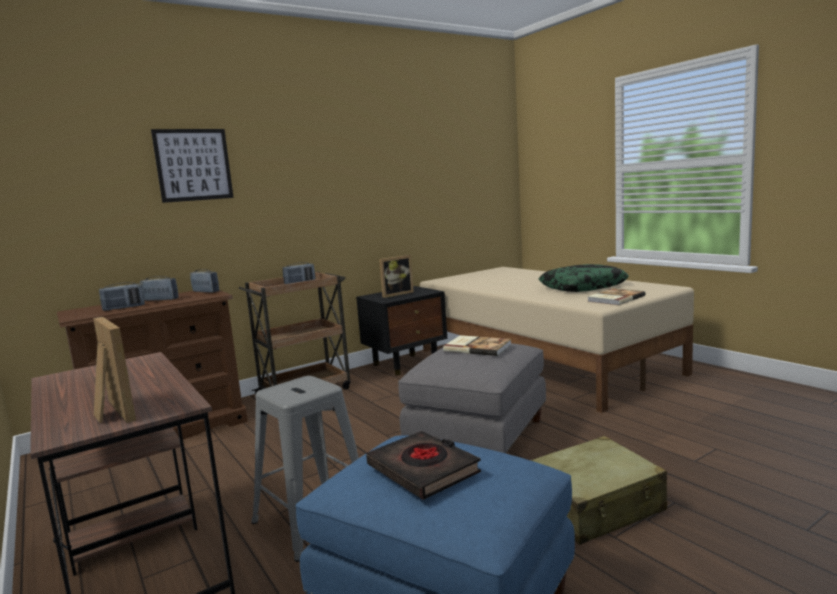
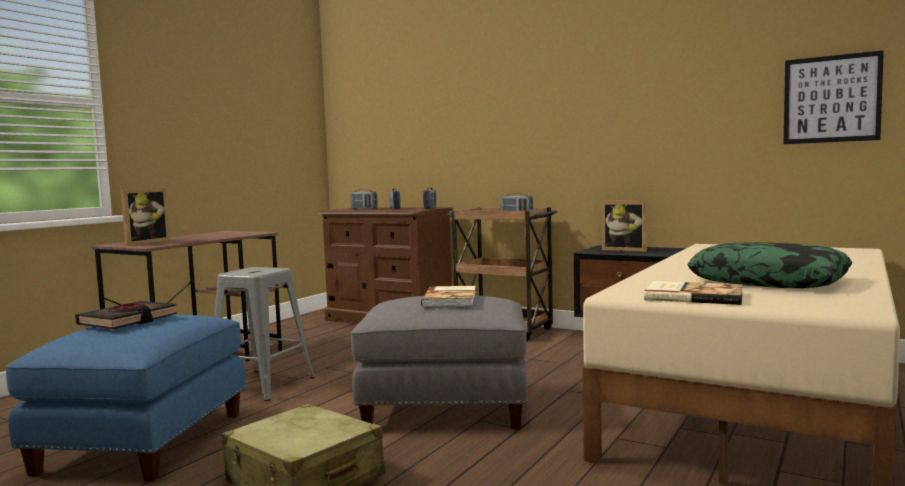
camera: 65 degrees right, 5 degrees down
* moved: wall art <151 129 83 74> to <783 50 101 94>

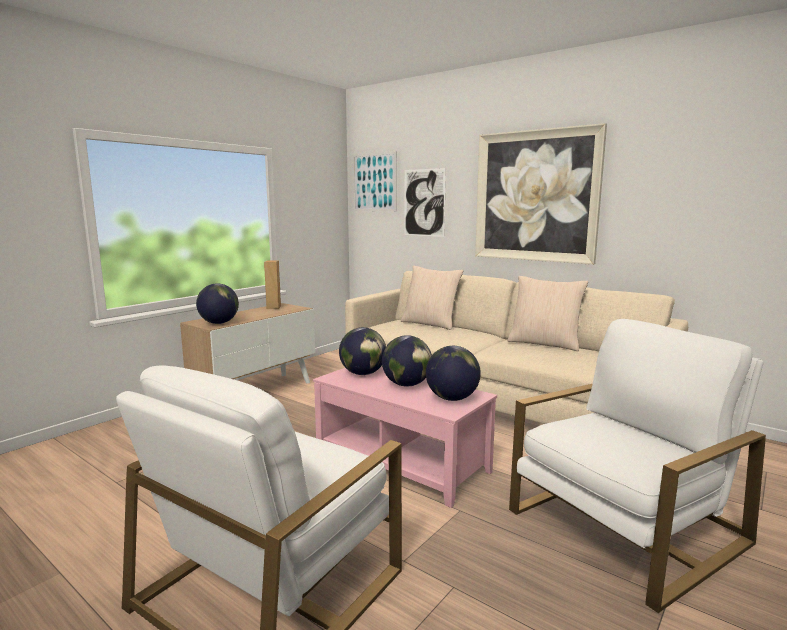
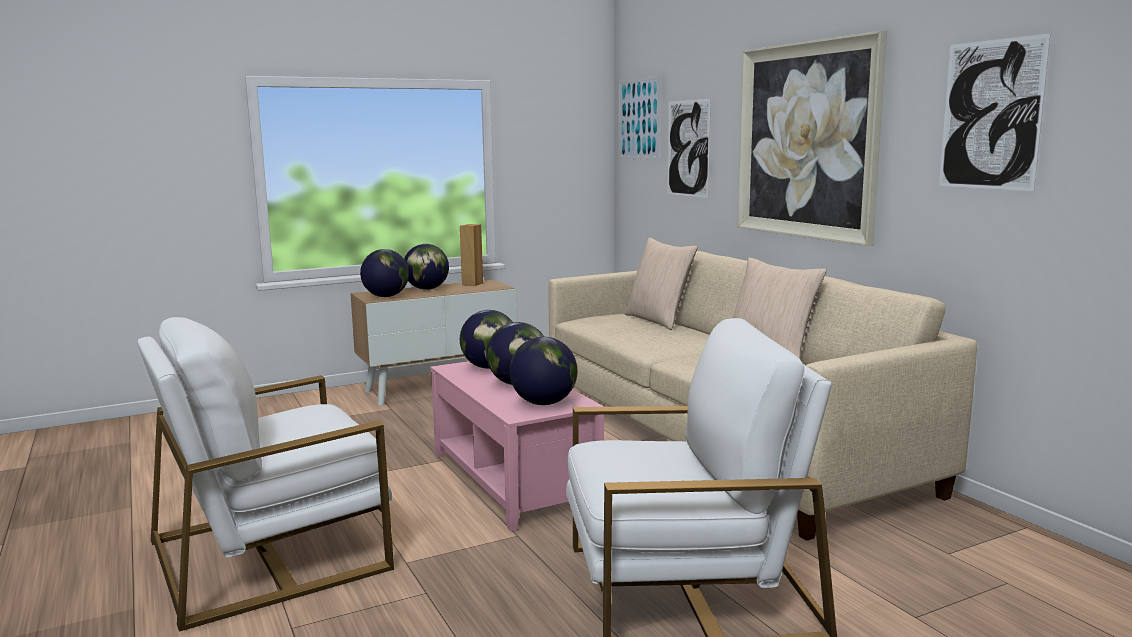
camera: 25 degrees right, 0 degrees up
* added: desk globe <404 244 45 46>
* added: wall art <939 33 112 158>

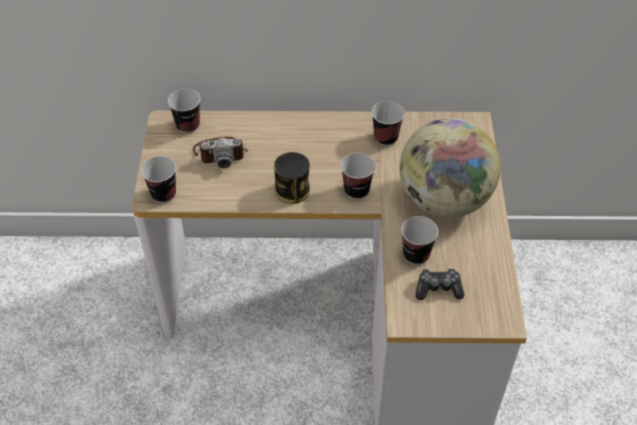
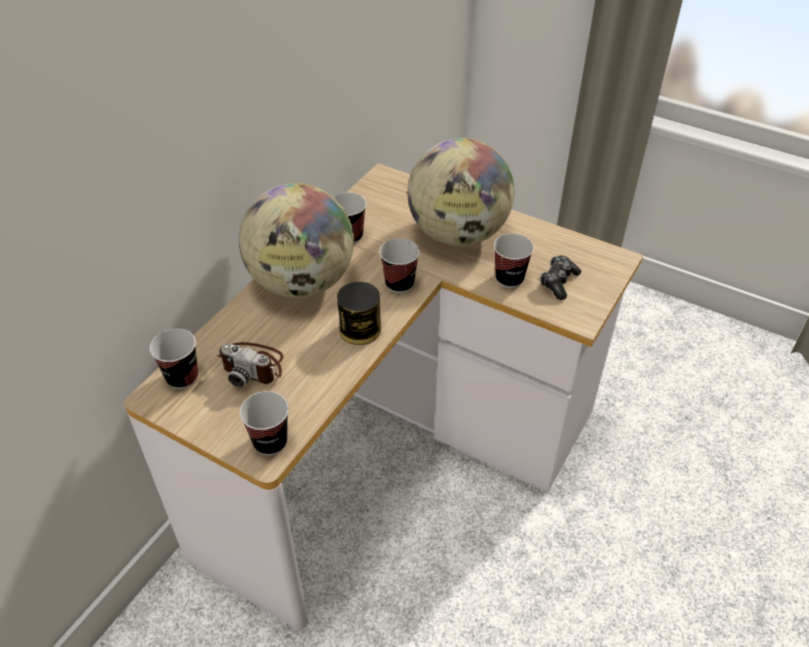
camera: 60 degrees left, 5 degrees down
* added: desk globe <239 183 115 115>
* turned: still camera <193 137 55 31> = <218 342 65 45> 90 degrees clockwise

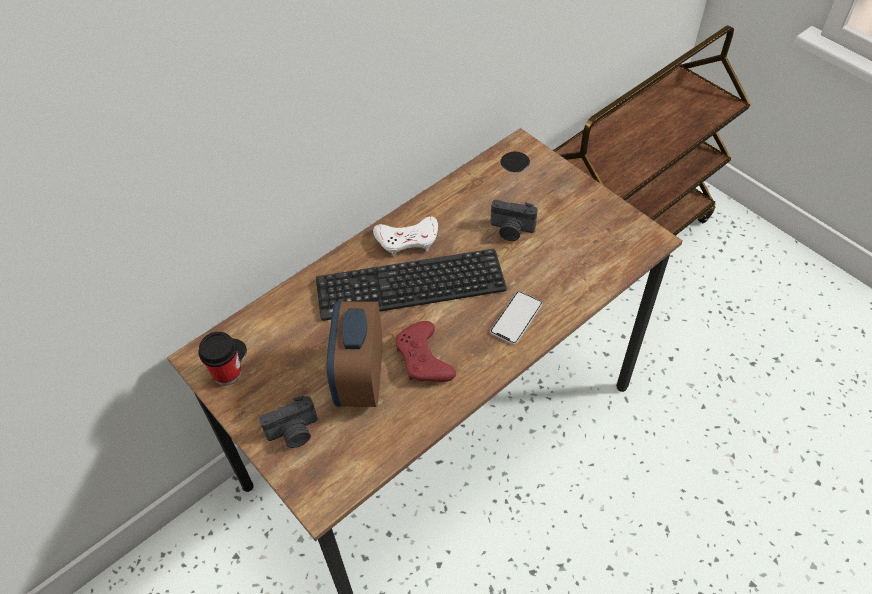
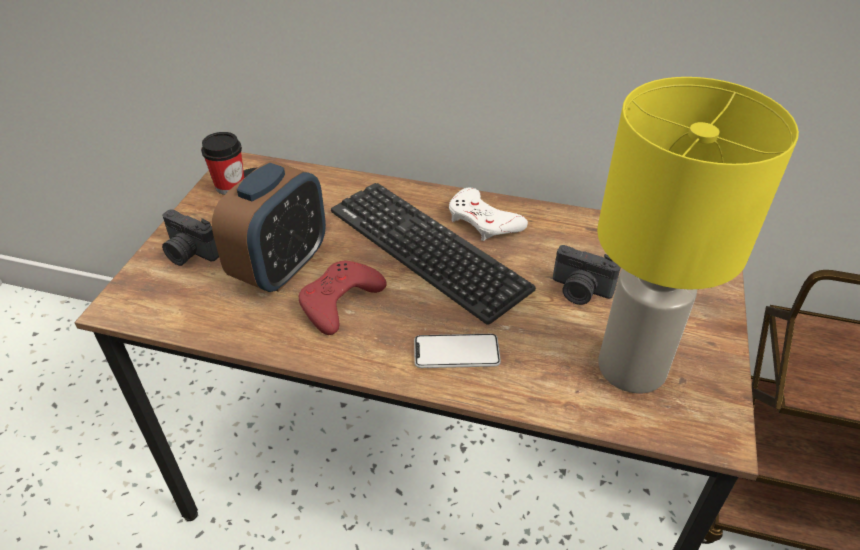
camera: 55 degrees right, 10 degrees down
* added: lamp for a table in yellow <597 77 202 317>
* turned: bedside clock <327 301 55 106> = <212 161 114 131> 150 degrees clockwise
* turned: still camera <490 200 48 41> = <553 245 68 60> 45 degrees counterclockwise

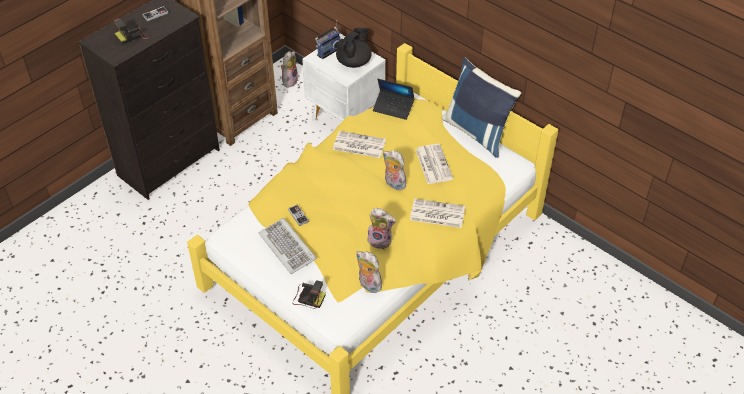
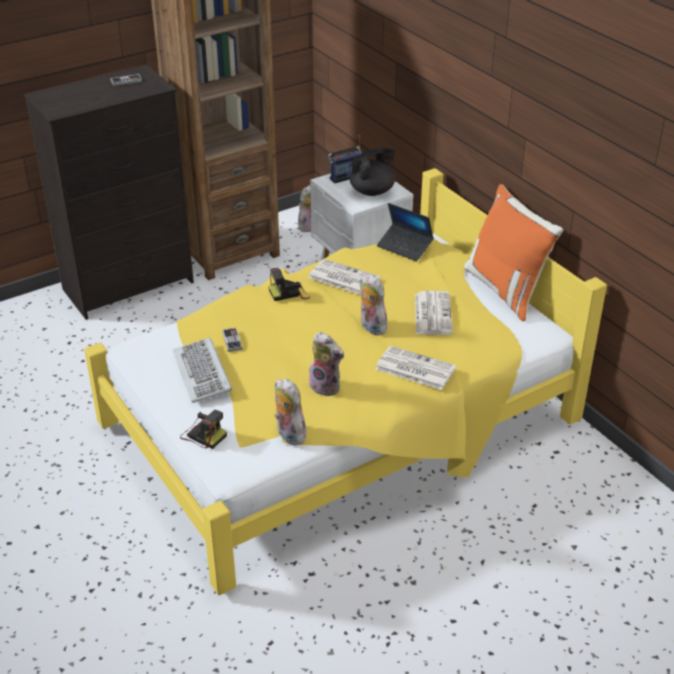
camera: 15 degrees right, 10 degrees down
* moved: still camera <114 18 35 26> to <268 268 42 33>
* recoloured: throw pillow in bluish <441 58 80 100> to throw pillow in orange-coloured <464 184 99 137>

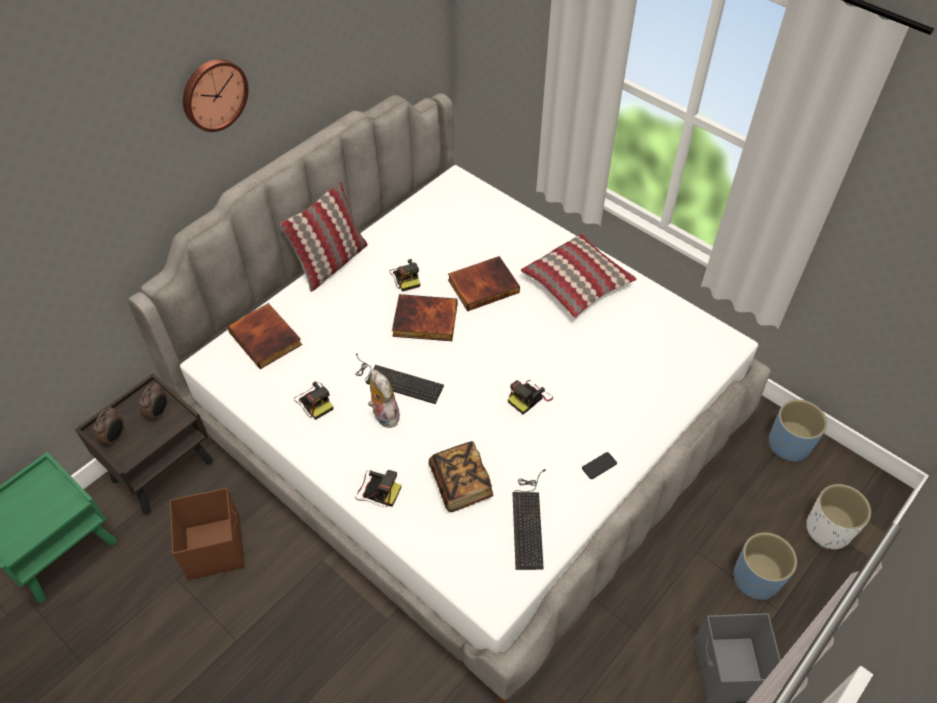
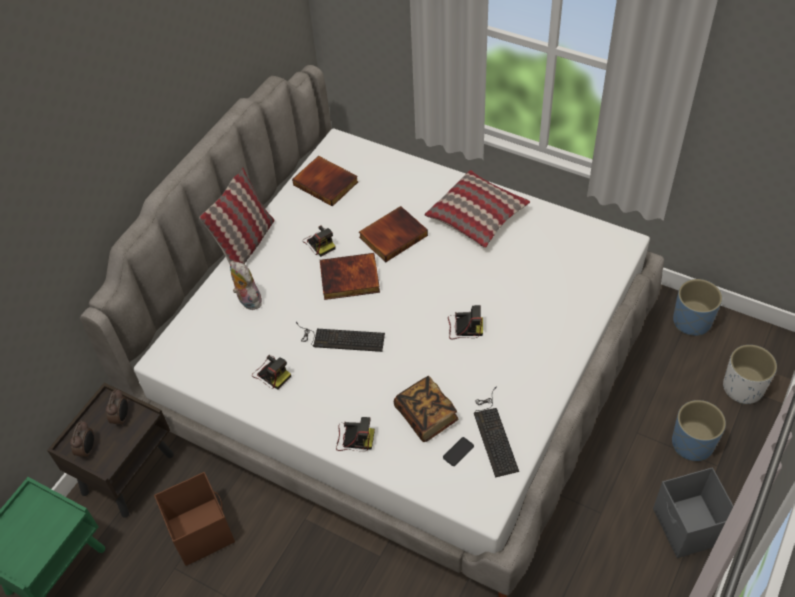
camera: 10 degrees left, 0 degrees up
* removed: clock on the wall <183 59 66 73>
* moved: book <227 303 75 66> to <292 156 66 51>
* moved: plush toy <368 369 32 59> to <230 261 32 49>
* moved: phone <582 452 35 27> to <443 437 31 29>
* turned: still camera <508 380 45 34> = <448 305 35 35> 120 degrees counterclockwise

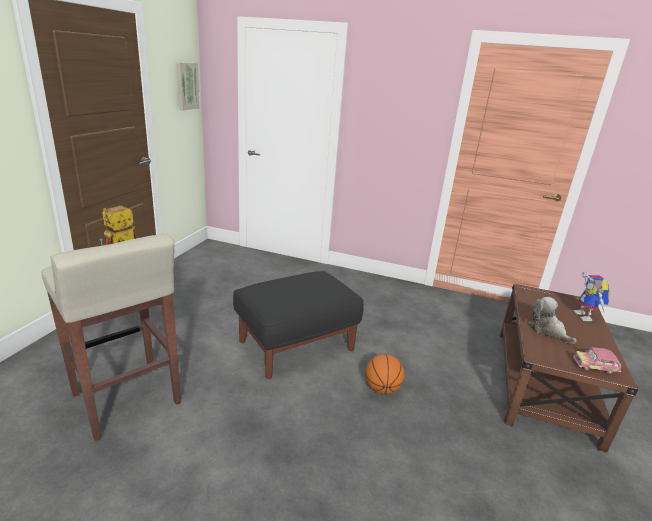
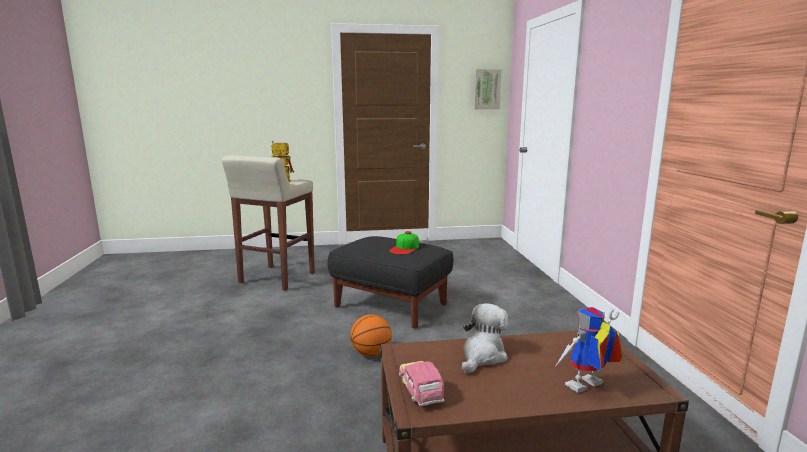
camera: 65 degrees right, 10 degrees down
* added: baseball cap <389 231 30 23>

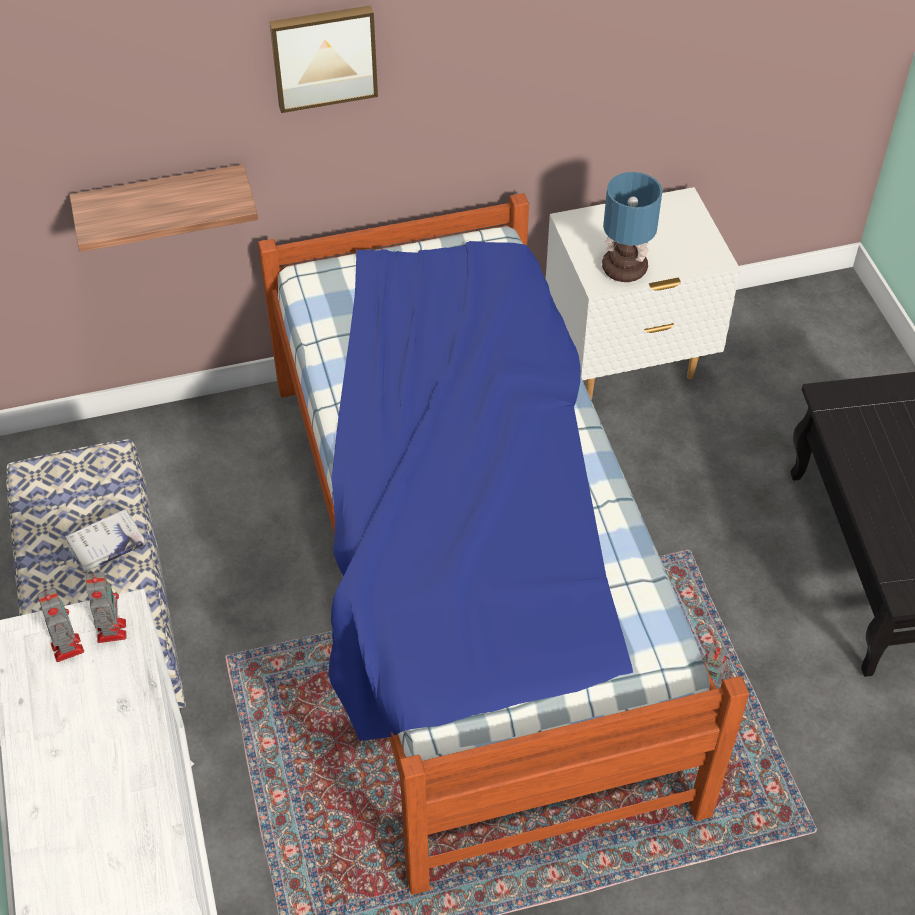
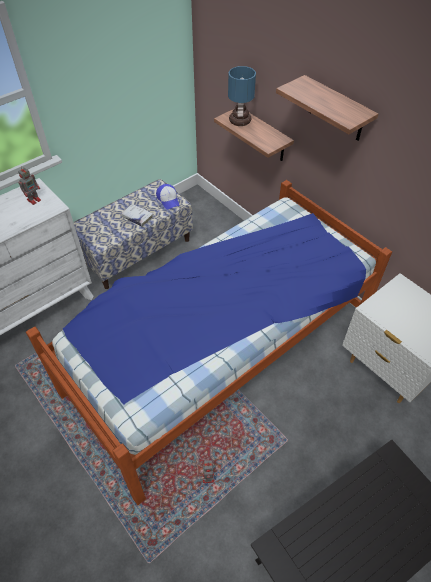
camera: 65 degrees right, 0 degrees up
* removed: toy robot <86 572 40 71>
* added: baseball cap <156 184 23 25>
* moved: lamp for a table <602 172 61 110> to <228 66 28 60>
* replaced: wall art <269 5 109 108> to bracket shelf <276 75 102 66>

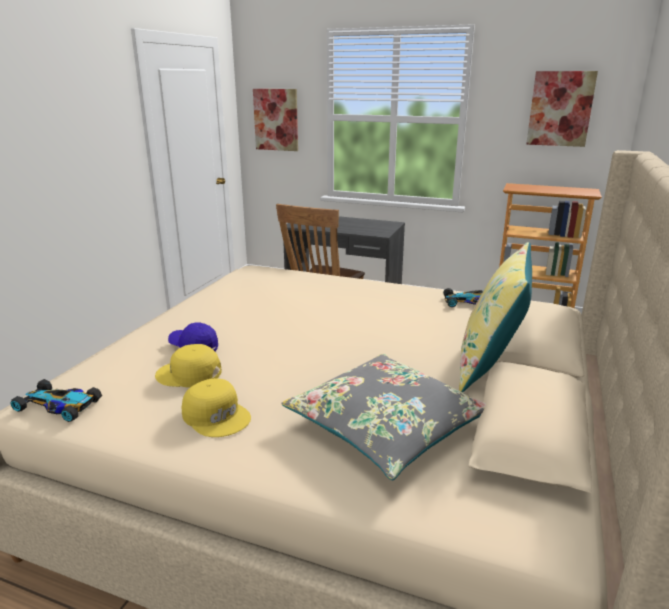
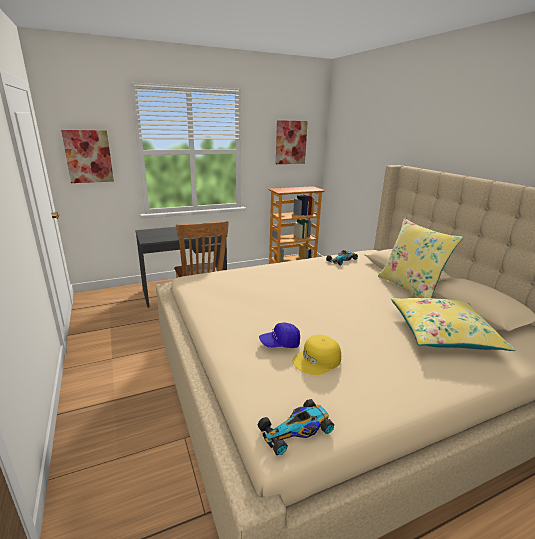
camera: 45 degrees left, 0 degrees up
* removed: baseball cap in yellow <182 378 69 59>
* recoloured: throw pillow in grey <281 354 205 126> to throw pillow in yellow <391 298 124 53>

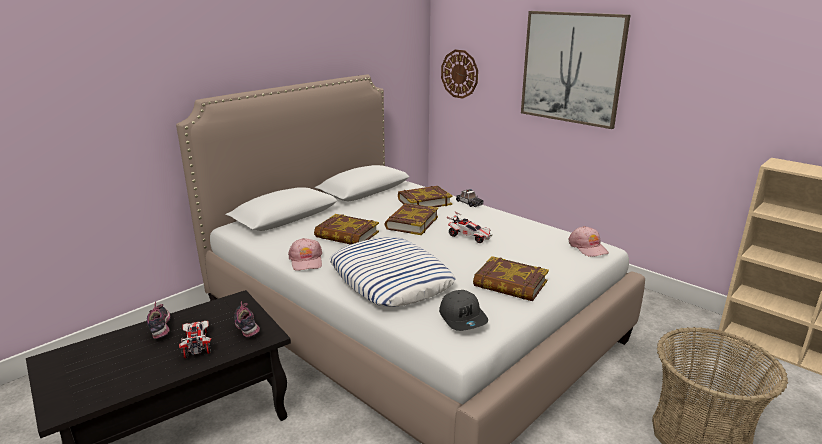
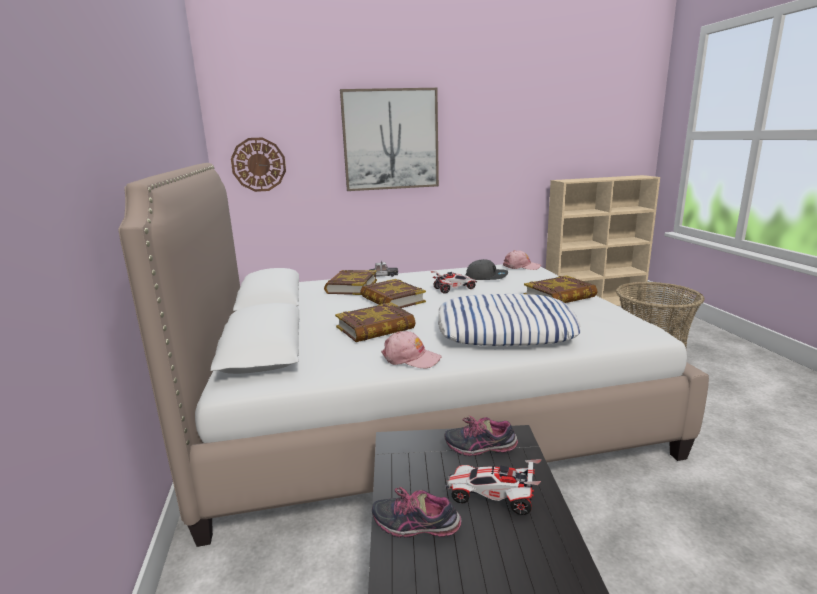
camera: 55 degrees left, 5 degrees down
* moved: baseball cap in grey <439 290 49 41> to <466 259 42 21>

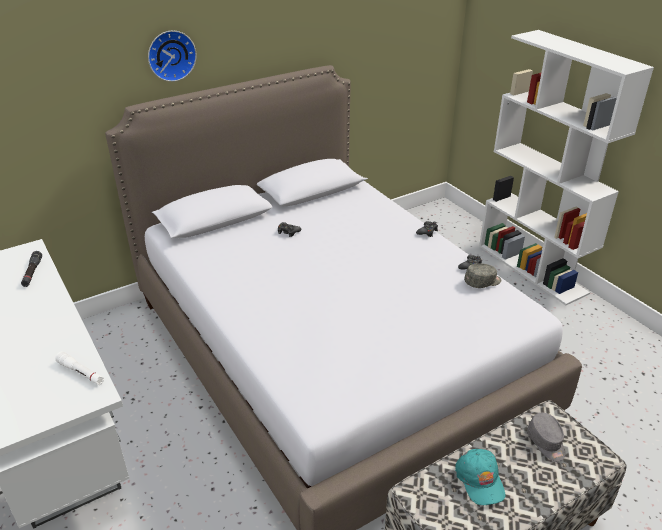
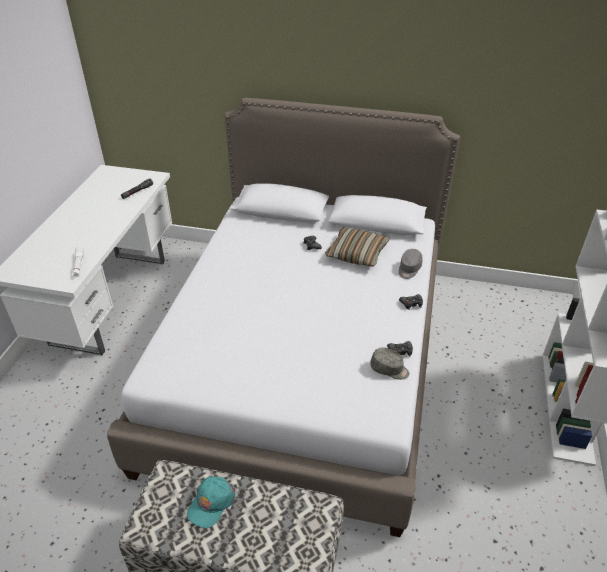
camera: 45 degrees right, 5 degrees up
* removed: clock on the wall <148 31 49 51>
* added: throw pillow <325 227 65 40>
* moved: baseball cap in grey <527 412 38 49> to <399 249 24 30>

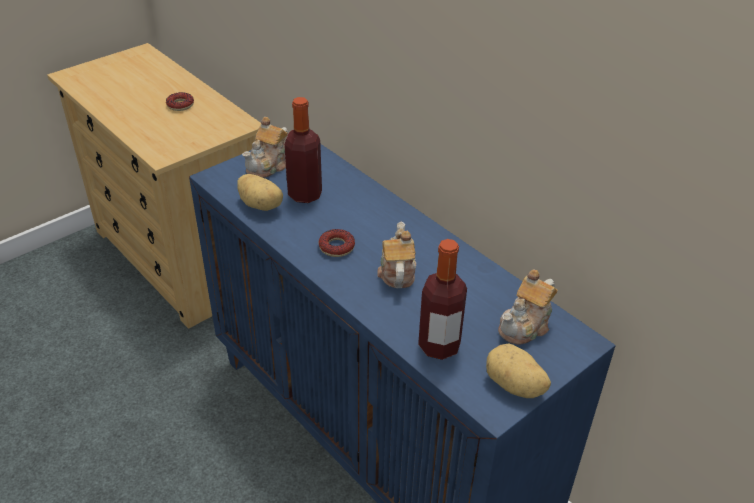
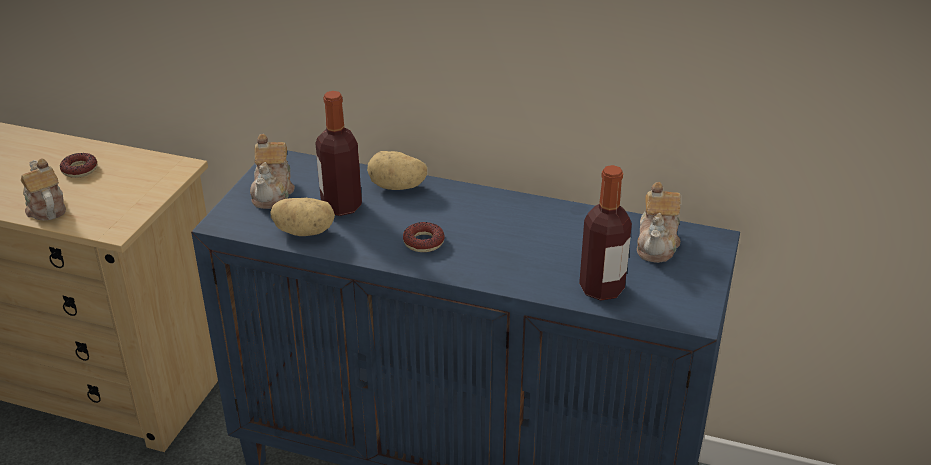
camera: 30 degrees left, 5 degrees down
* moved: pot for tea <377 221 39 68> to <21 158 45 62>
* moved: spud <486 343 65 55> to <367 151 60 39>

